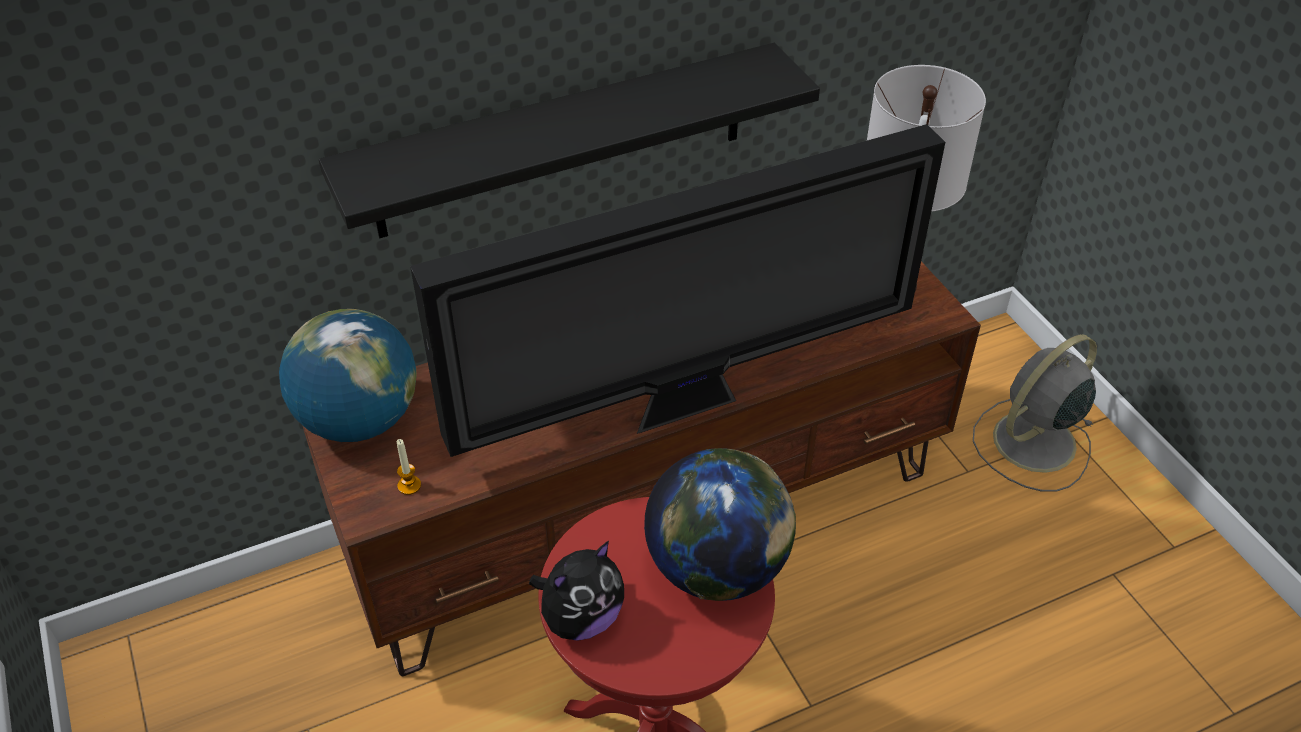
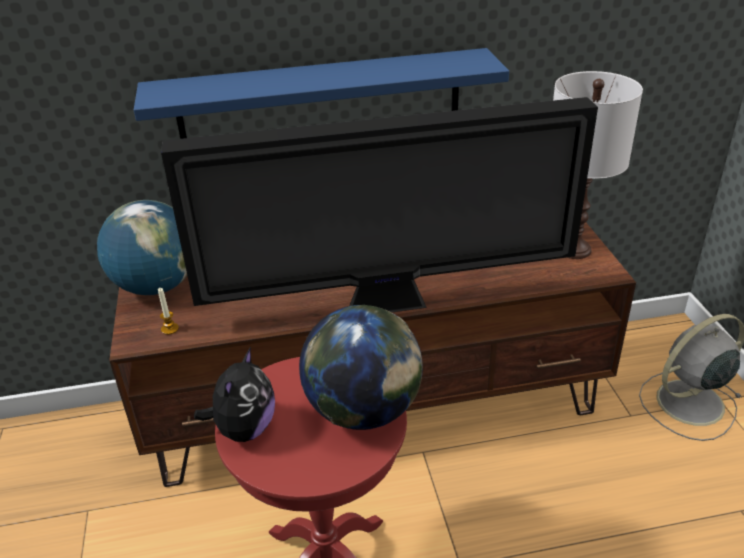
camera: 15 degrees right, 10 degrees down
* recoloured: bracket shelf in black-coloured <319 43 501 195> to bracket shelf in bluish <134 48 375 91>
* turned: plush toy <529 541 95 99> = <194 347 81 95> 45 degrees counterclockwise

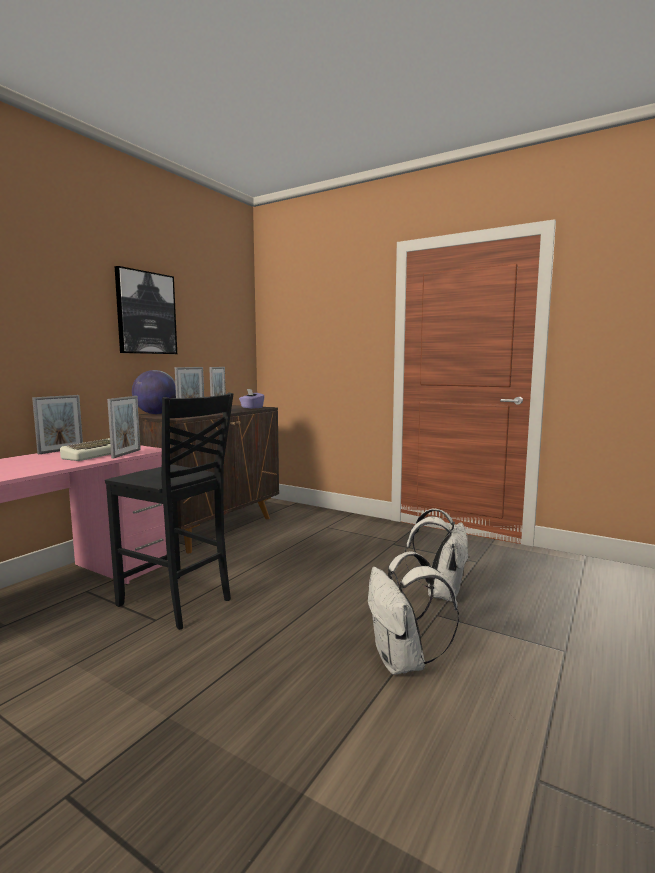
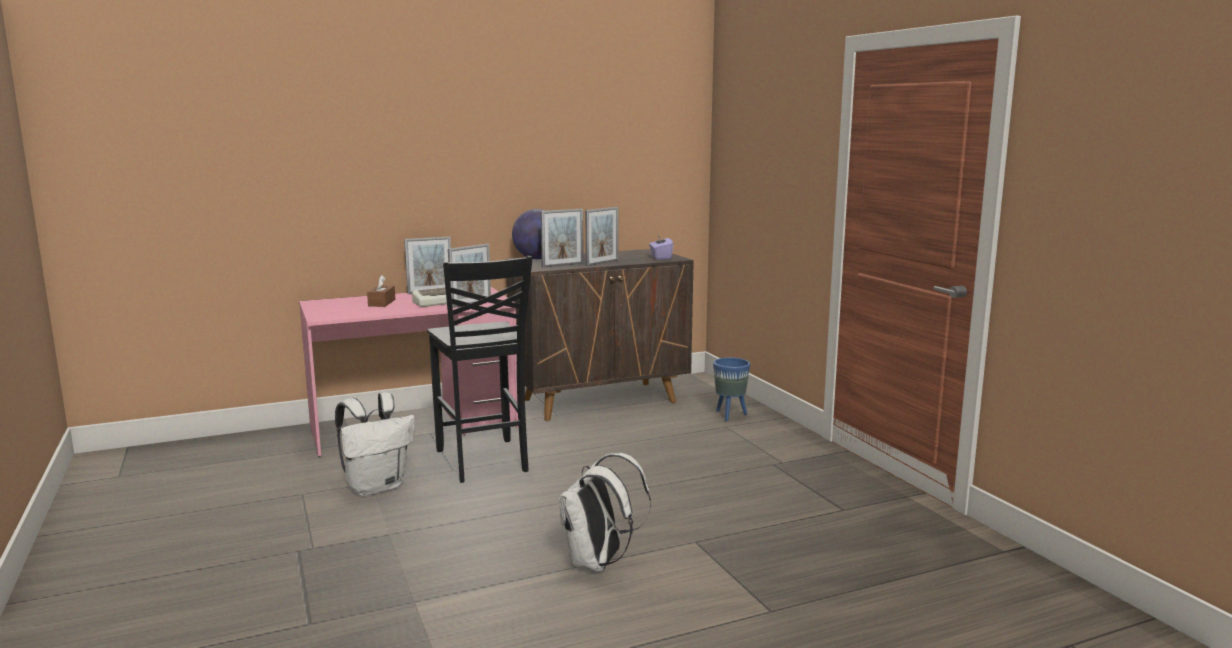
camera: 35 degrees right, 5 degrees up
* removed: wall art <115 266 62 88>
* added: box of tissues in brown <367 275 28 32>
* added: flower pot in bluish <713 357 37 64>
* moved: rucksack in white <405 508 64 94> to <335 392 80 104>

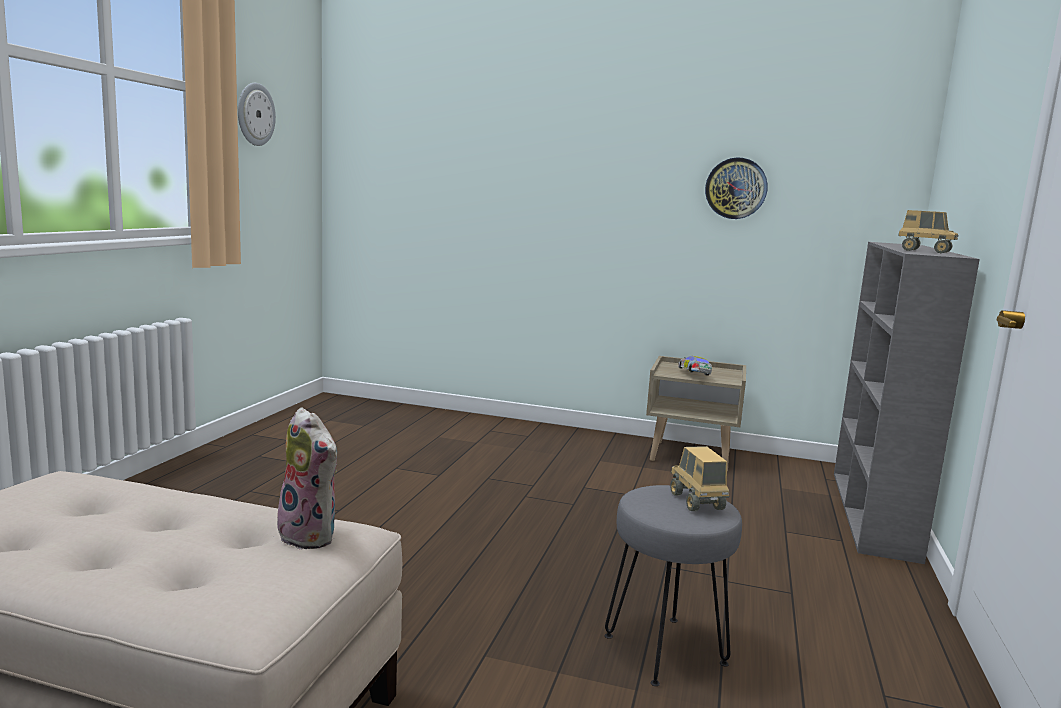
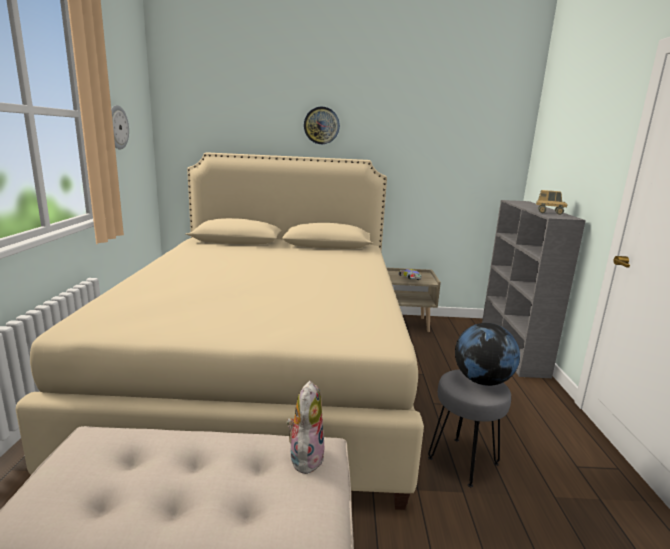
camera: 15 degrees left, 5 degrees up
* added: sleeping bed in beige-coloured <16 152 408 358>
* moved: clock on the wall <705 157 63 62> to <304 107 36 37>
* replaced: toy lorry <670 446 59 65> to desk globe <455 323 65 63>
* turned: plush toy <274 408 64 142> = <287 381 37 93> 105 degrees counterclockwise

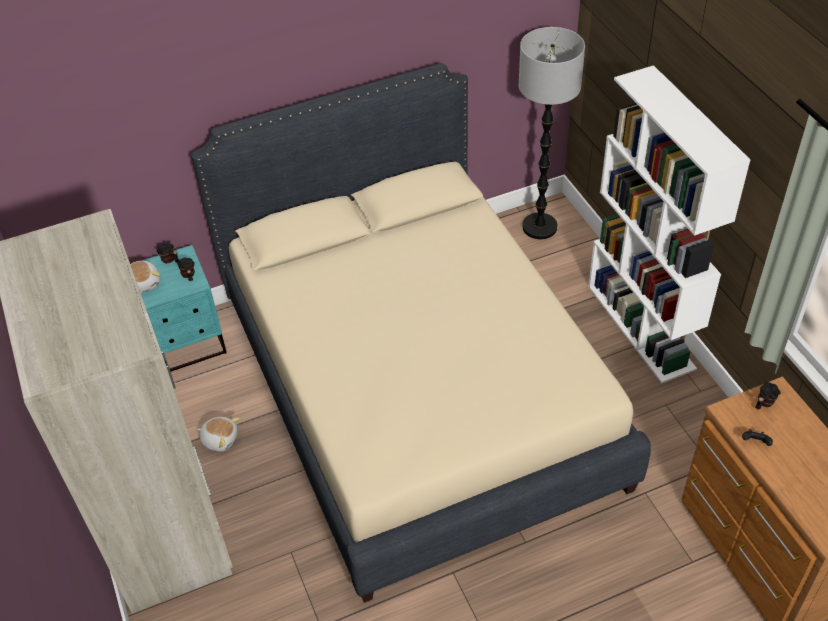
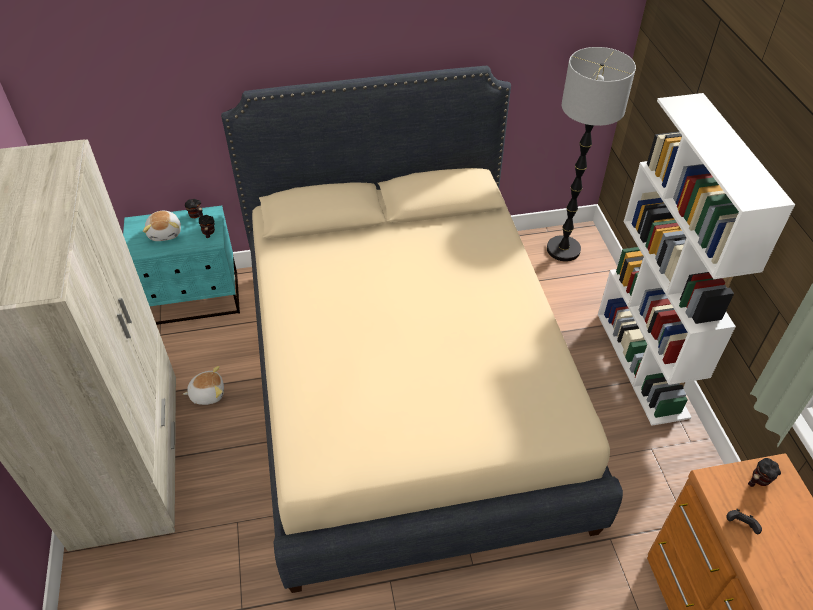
camera: 10 degrees right, 0 degrees up
* turned: plush toy <197 417 42 35> = <183 366 41 39> 45 degrees counterclockwise

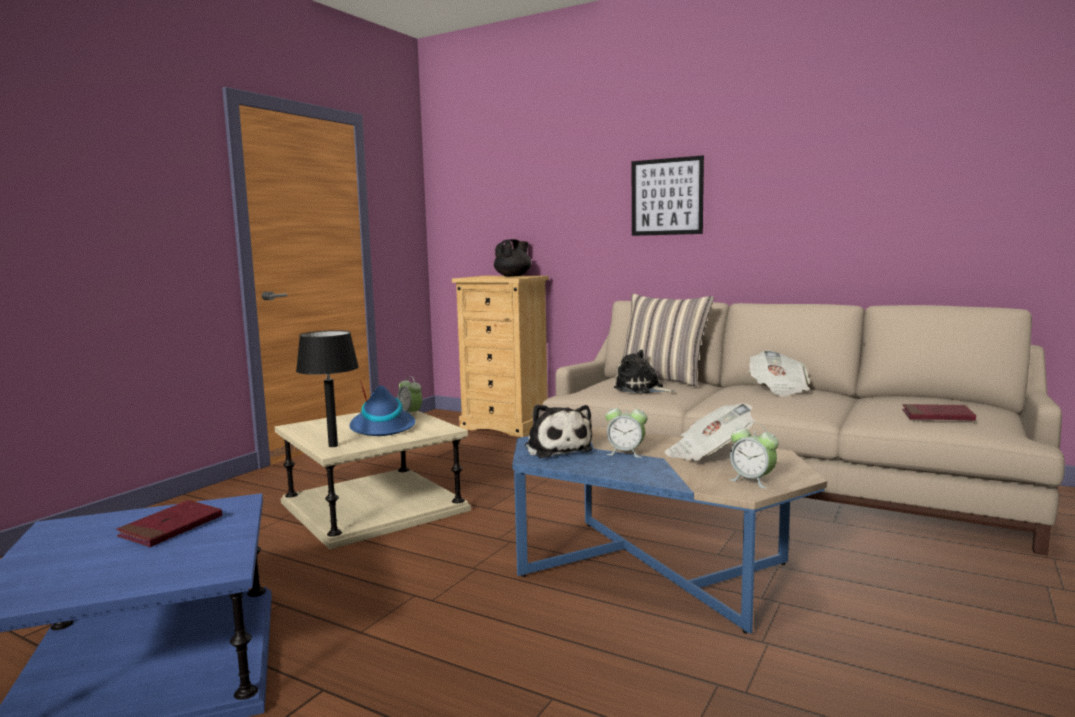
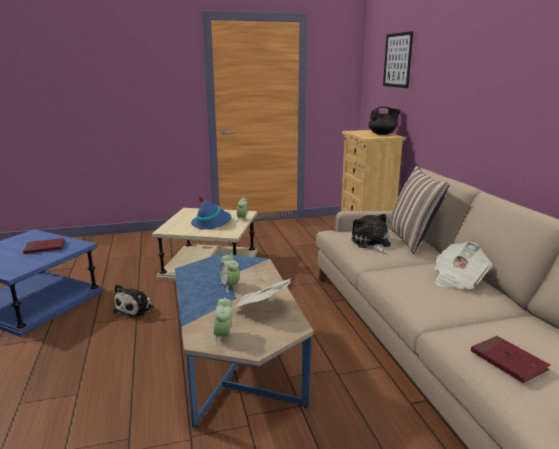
camera: 45 degrees right, 10 degrees up
* removed: lamp for a table in black-coloured <296 331 63 116>
* moved: plush toy <525 404 68 54> to <113 284 40 34>
* moved: wall art <632 155 72 81> to <383 31 30 57>

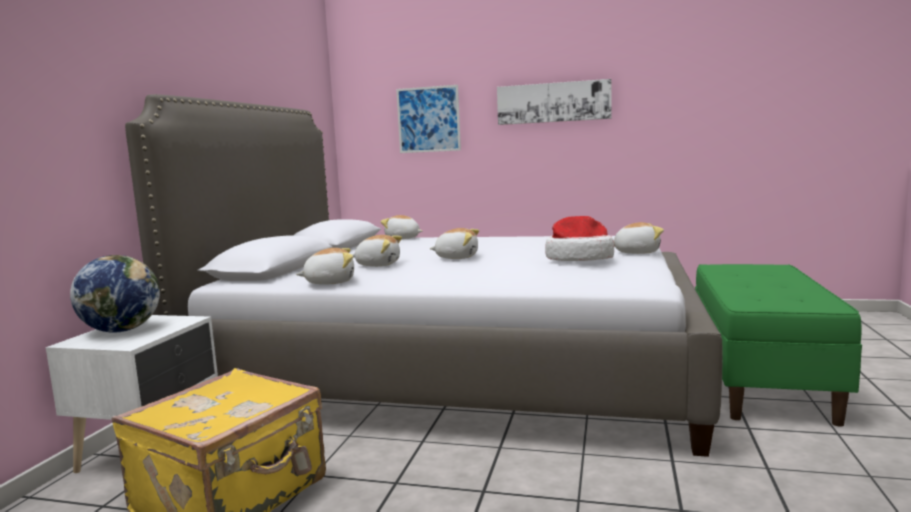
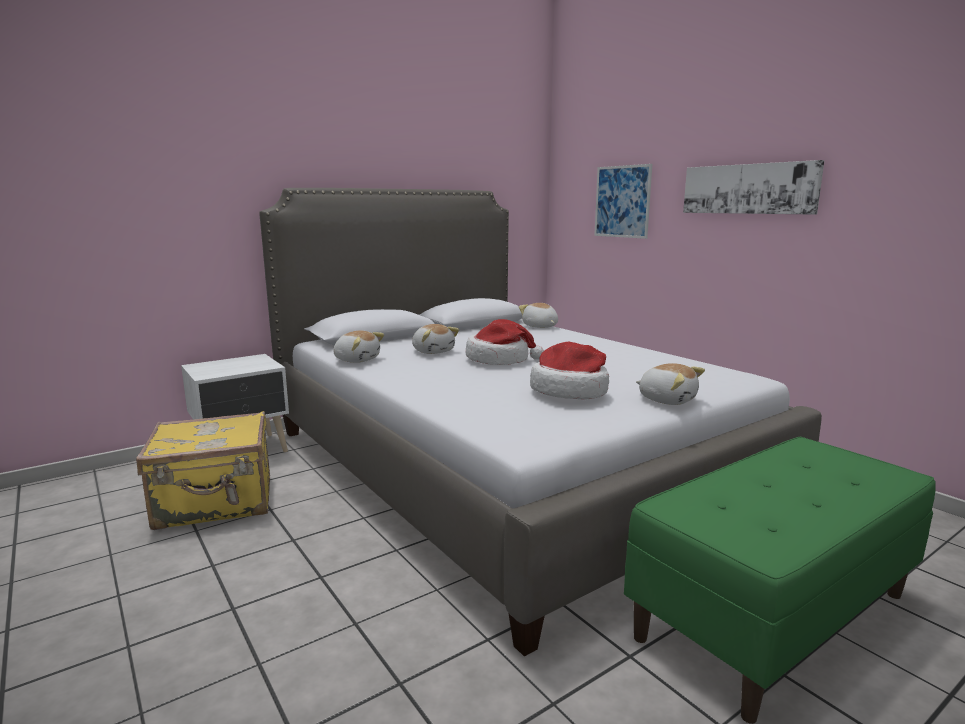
camera: 40 degrees right, 5 degrees up
* removed: desk globe <70 255 90 78>
* replaced: plush toy <430 228 49 31> to hat <466 319 78 46>

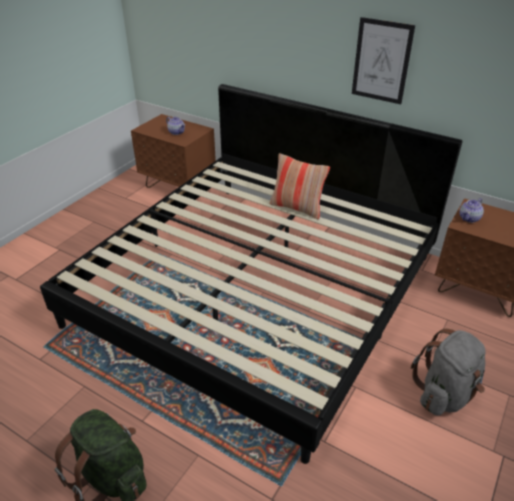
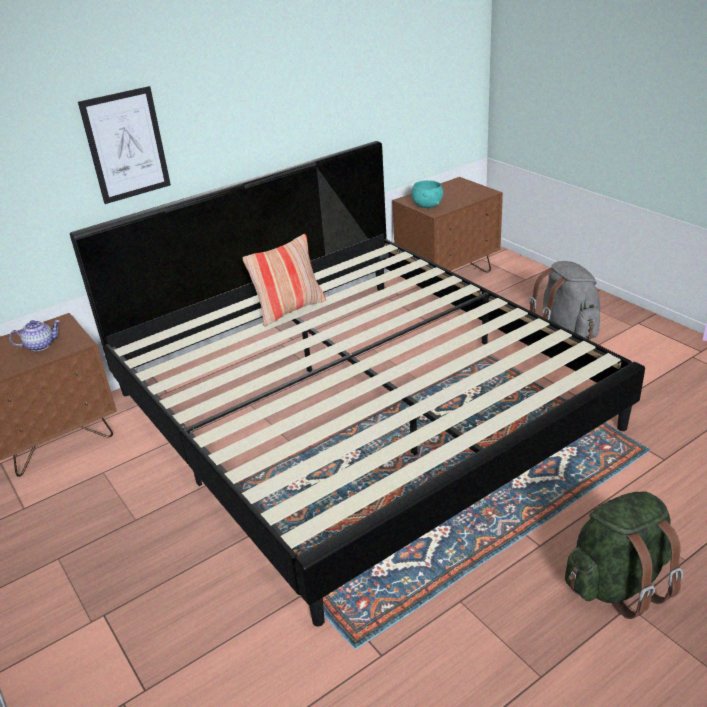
camera: 65 degrees left, 5 degrees down
* moved: wall art <352 17 63 87> to <78 86 93 118>
* replaced: pot for tea <460 198 24 25> to serving bowl in turquoise <412 180 31 28>

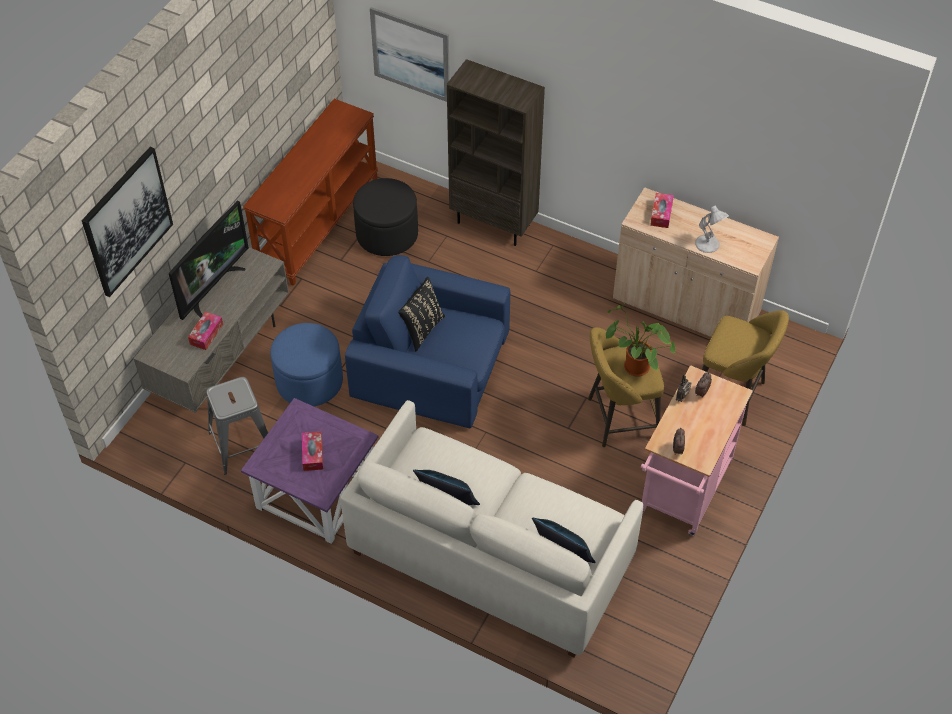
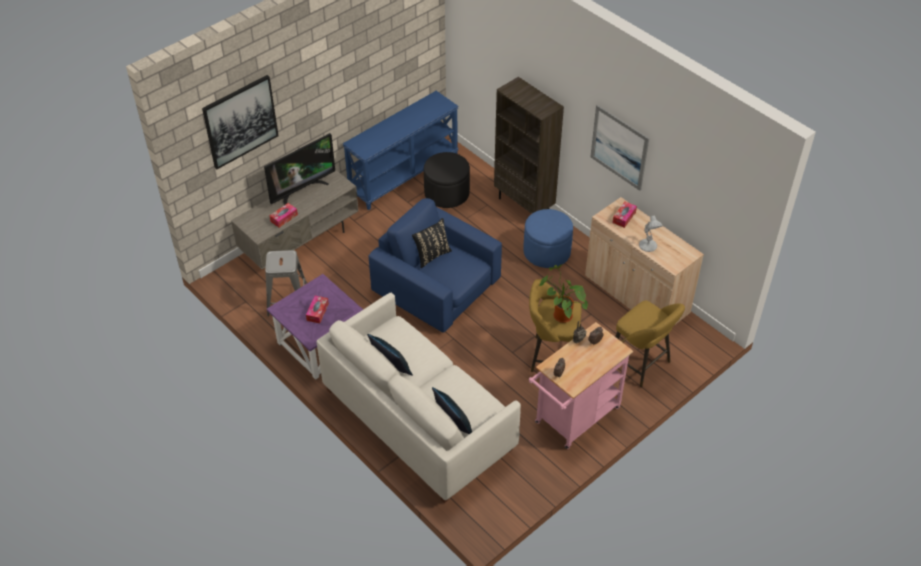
camera: 20 degrees right, 5 degrees down
* moved: pouffe in bluish <270 323 73 83> to <523 209 50 59>
* moved: wall art <370 7 80 95> to <590 105 59 86>
* recoloured: narrow table in brown <243 99 135 187> to narrow table in bluish <343 91 115 119>

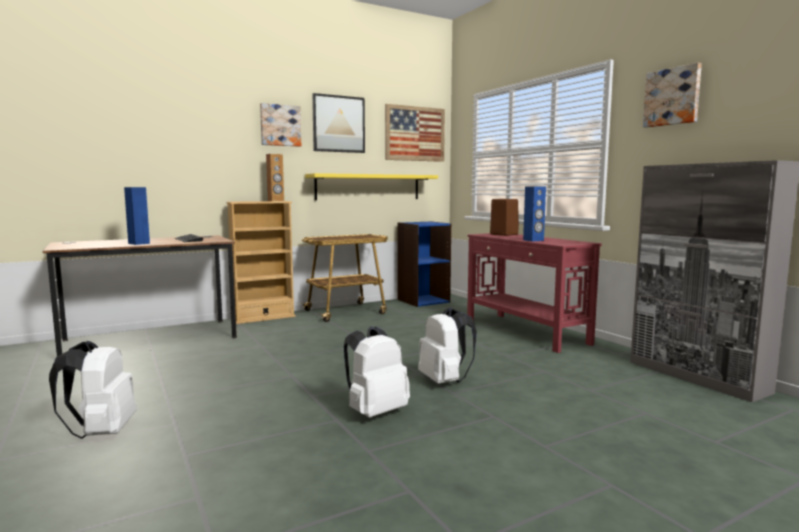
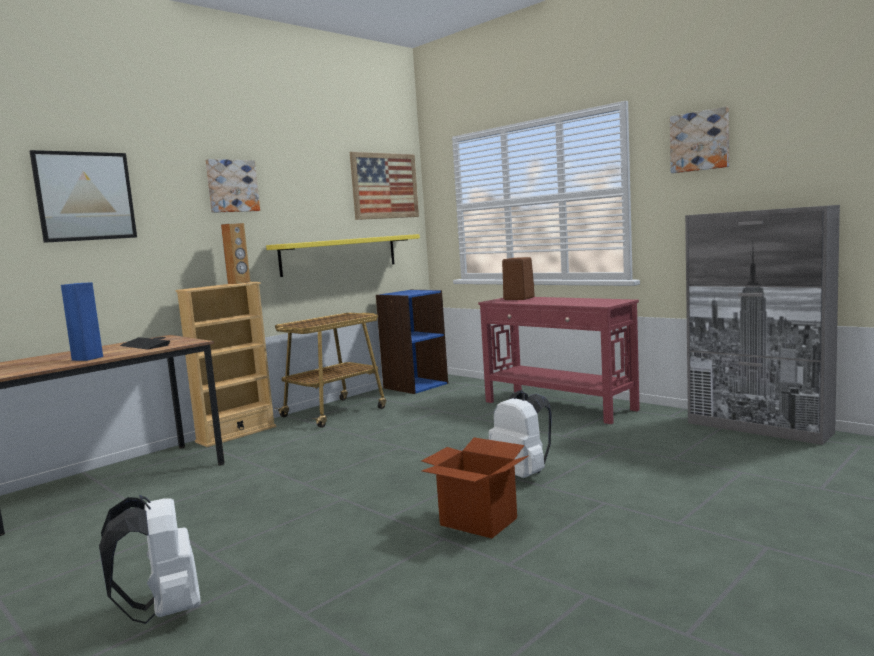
camera: 15 degrees left, 0 degrees up
* removed: speaker in bluish <523 187 23 54>
* moved: wall art <312 93 53 60> to <30 150 107 93>
* replaced: rucksack in white <344 326 66 92> to carton <422 438 107 100>

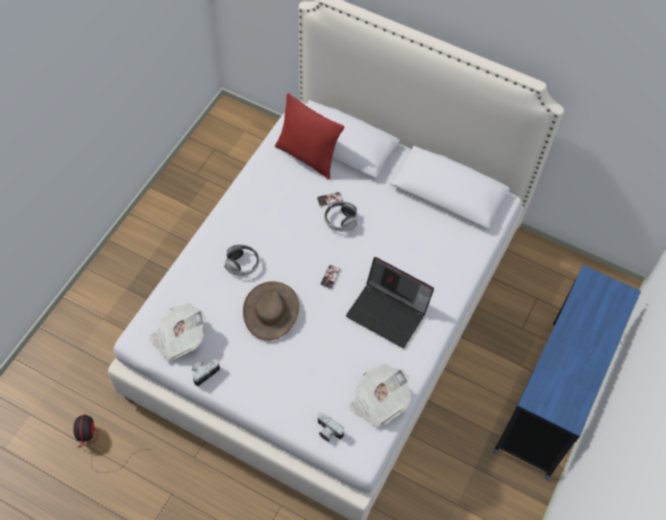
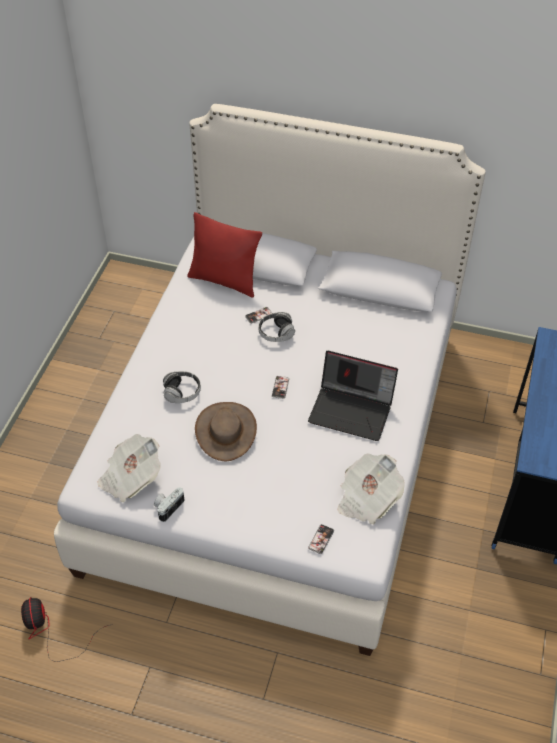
camera: 10 degrees left, 10 degrees down
* replaced: still camera <318 412 26 30> to phone <308 524 26 30>

